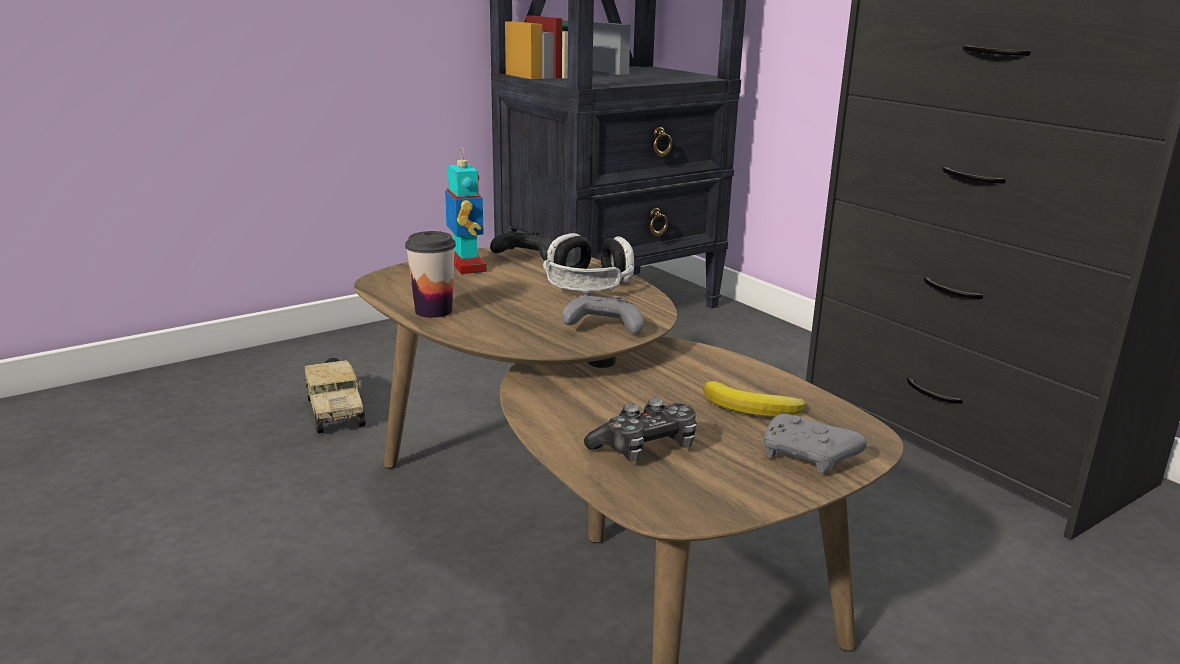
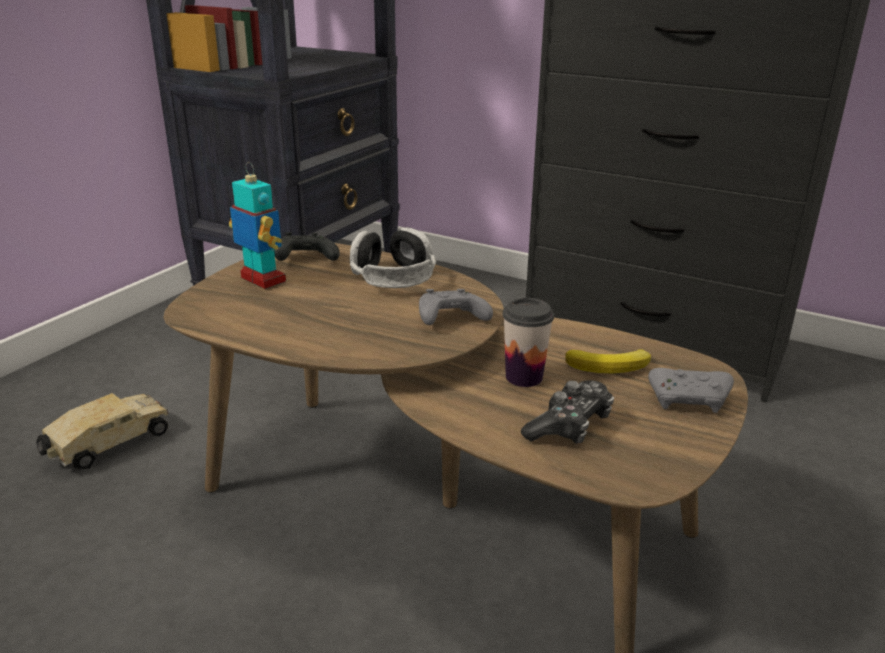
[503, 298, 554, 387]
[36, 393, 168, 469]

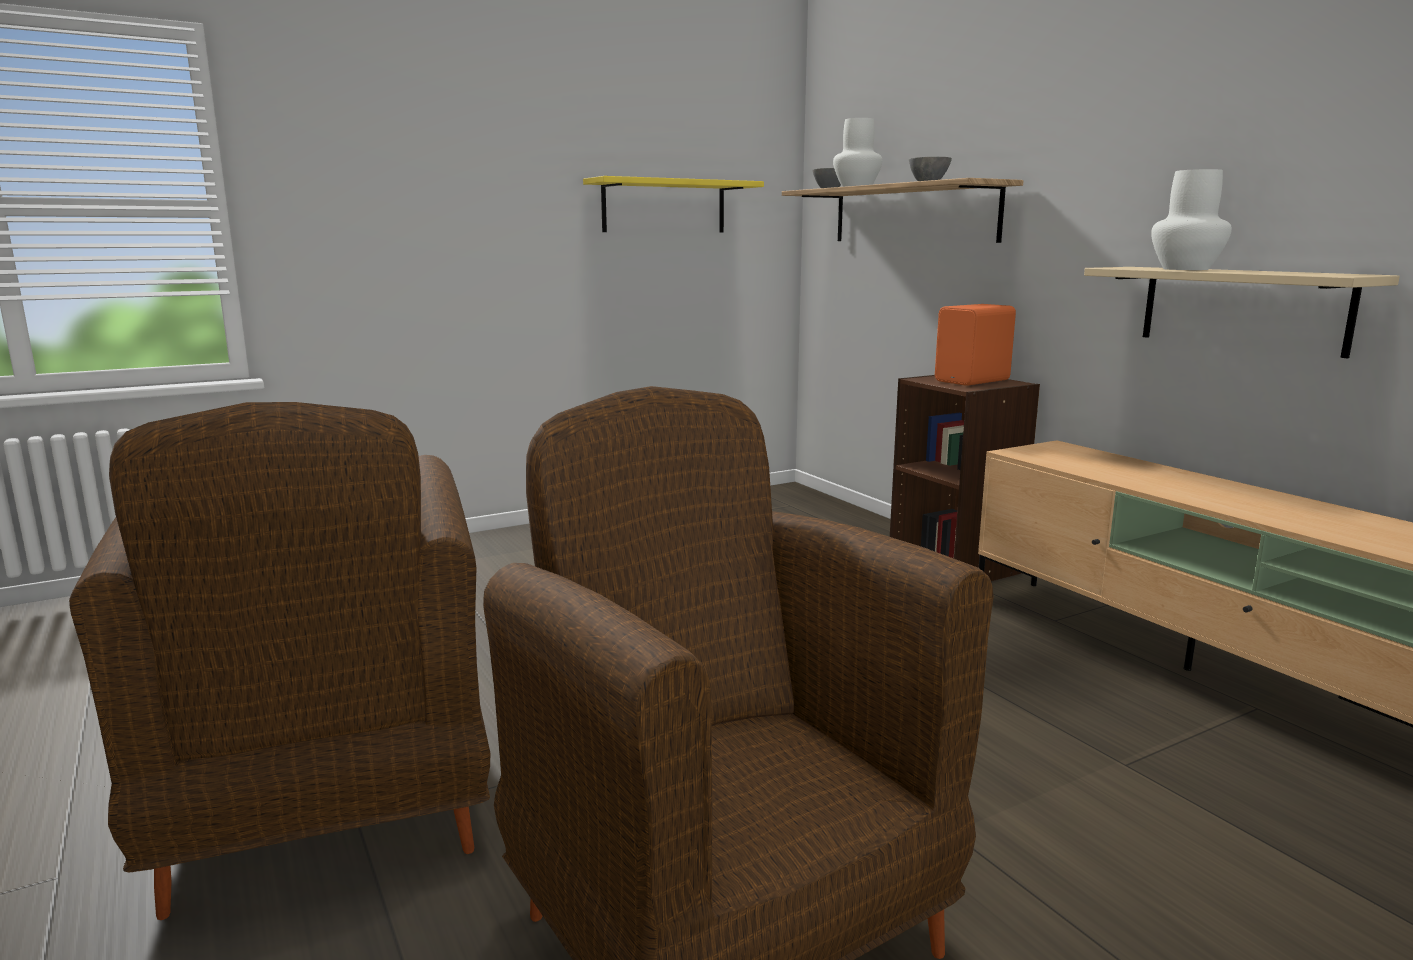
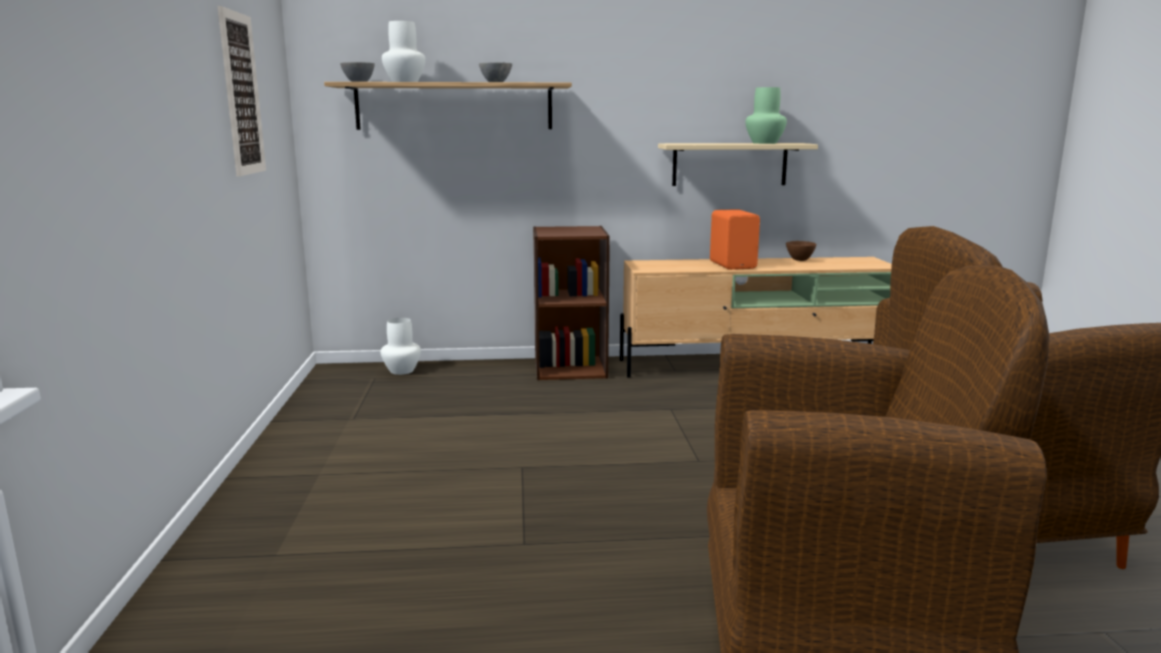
[380, 318, 421, 375]
[217, 6, 266, 177]
[710, 209, 760, 270]
[745, 87, 787, 144]
[786, 241, 816, 261]

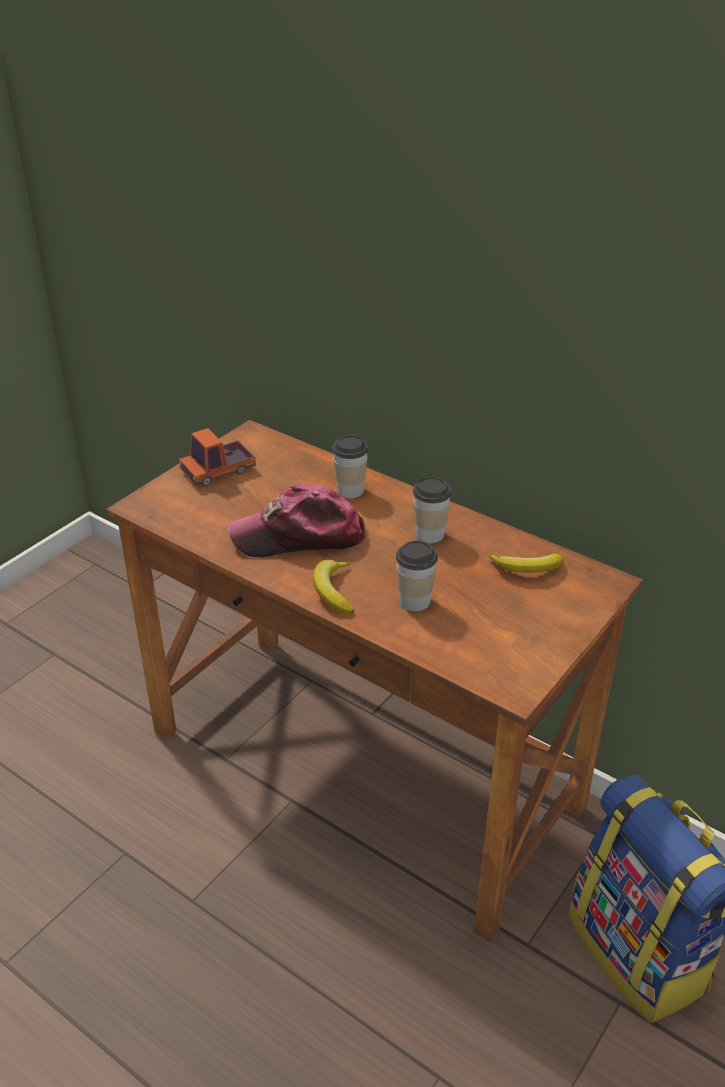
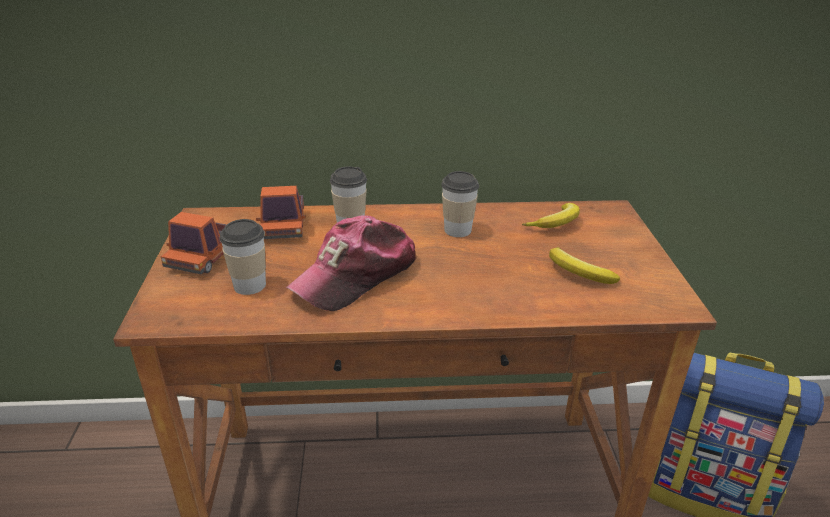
[219, 219, 266, 295]
[549, 247, 620, 284]
[256, 186, 306, 239]

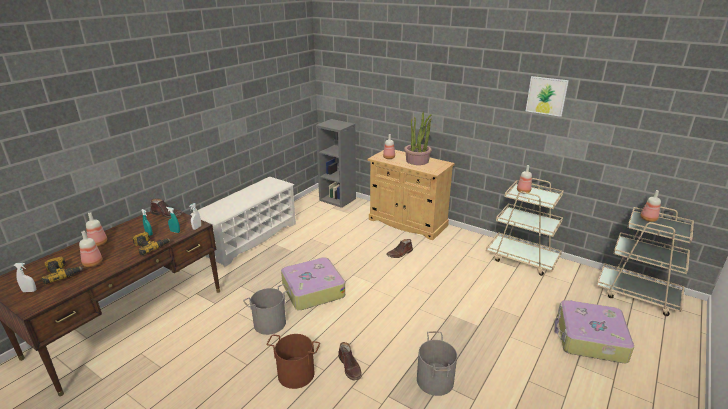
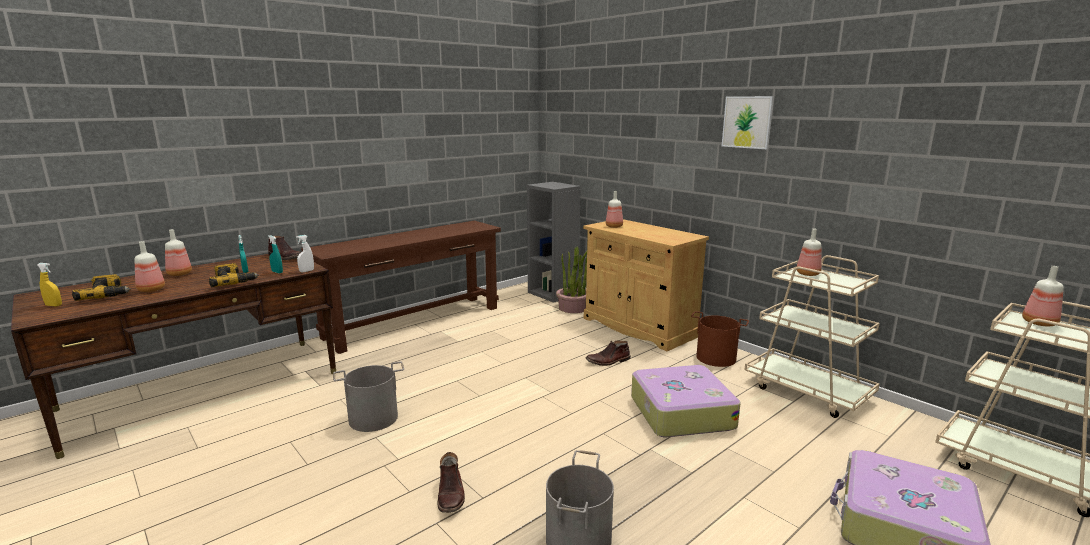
[722, 96, 774, 149]
[556, 246, 587, 313]
[301, 221, 501, 354]
[631, 365, 741, 437]
[37, 263, 62, 307]
[691, 311, 749, 367]

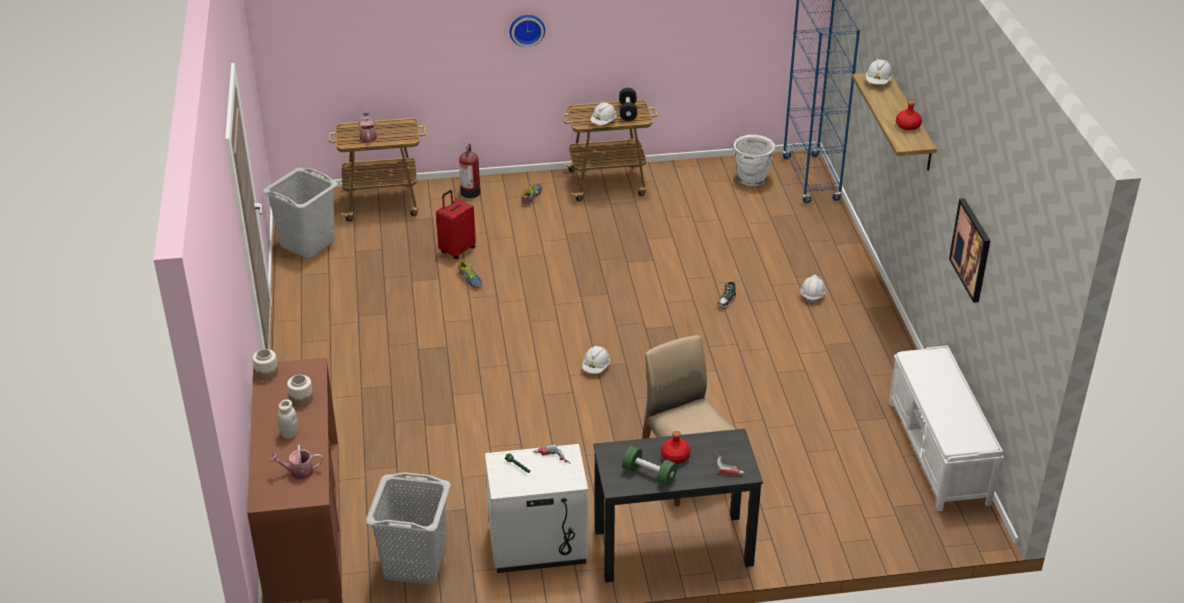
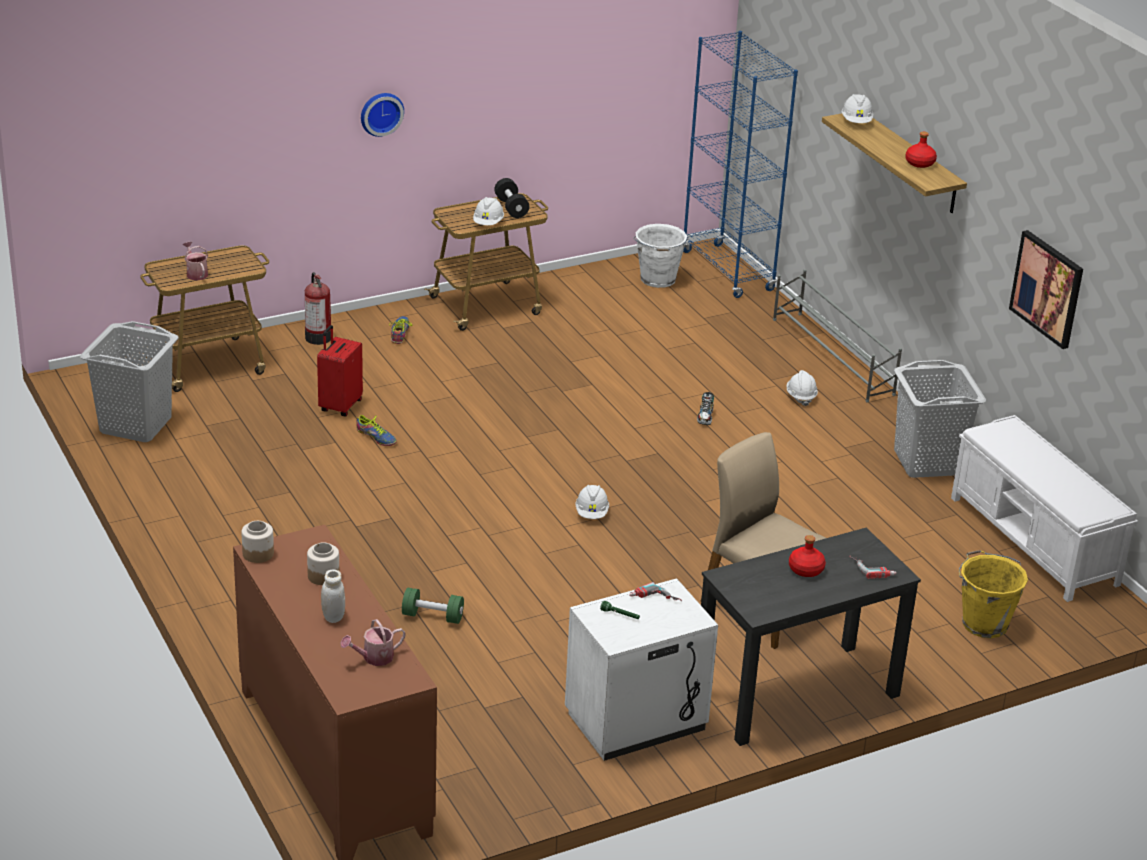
[402, 588, 464, 624]
[894, 360, 986, 478]
[773, 269, 902, 402]
[959, 550, 1028, 638]

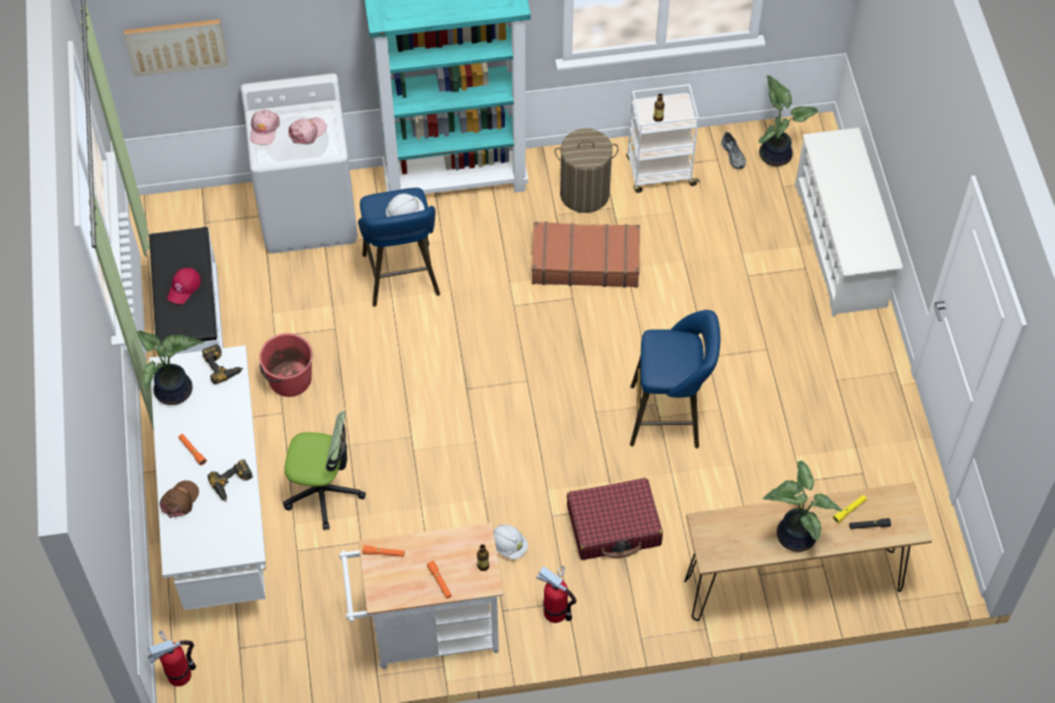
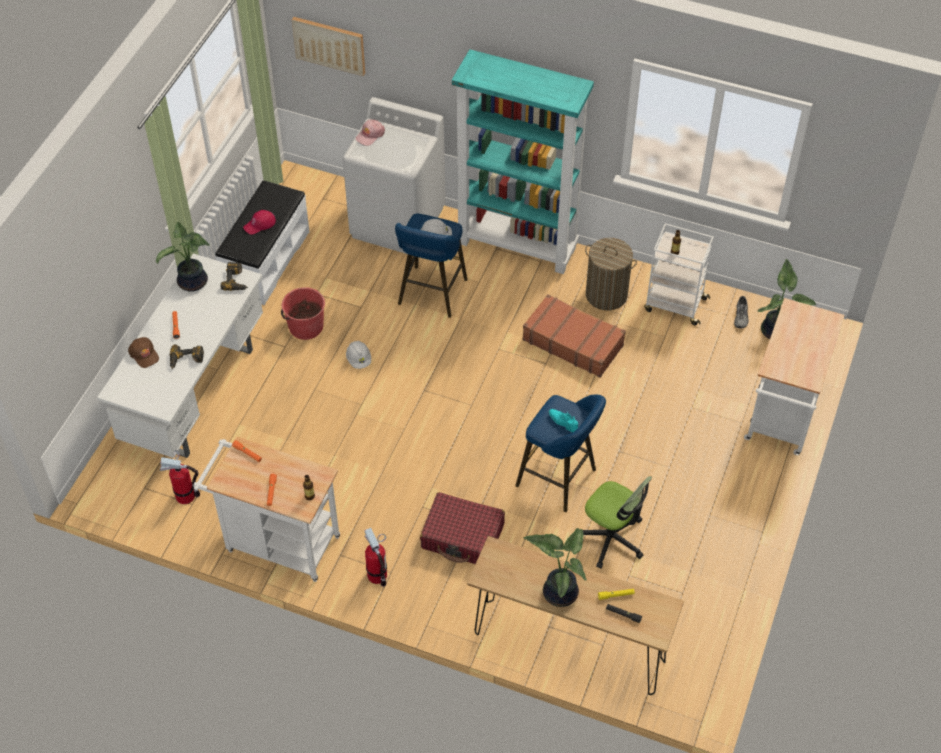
[288, 118, 327, 144] (first image)
[744, 298, 845, 455]
[583, 476, 652, 569]
[128, 337, 159, 368]
[346, 341, 371, 369]
[160, 451, 200, 504]
[548, 409, 578, 432]

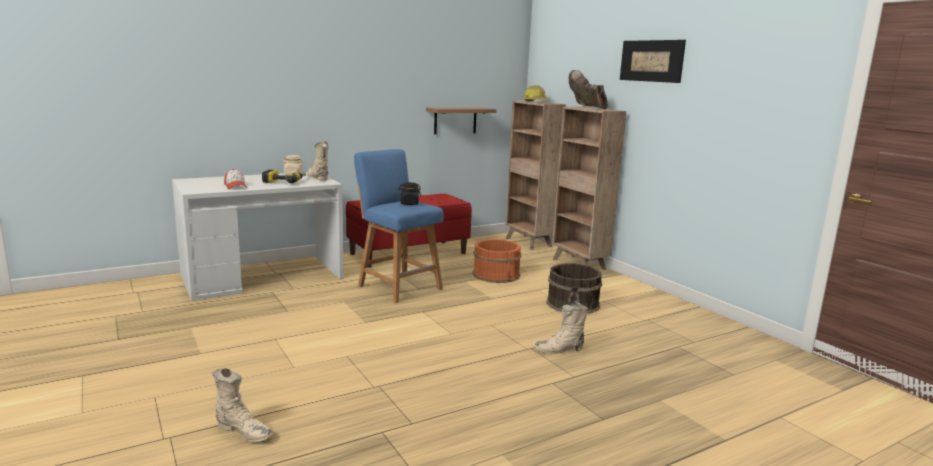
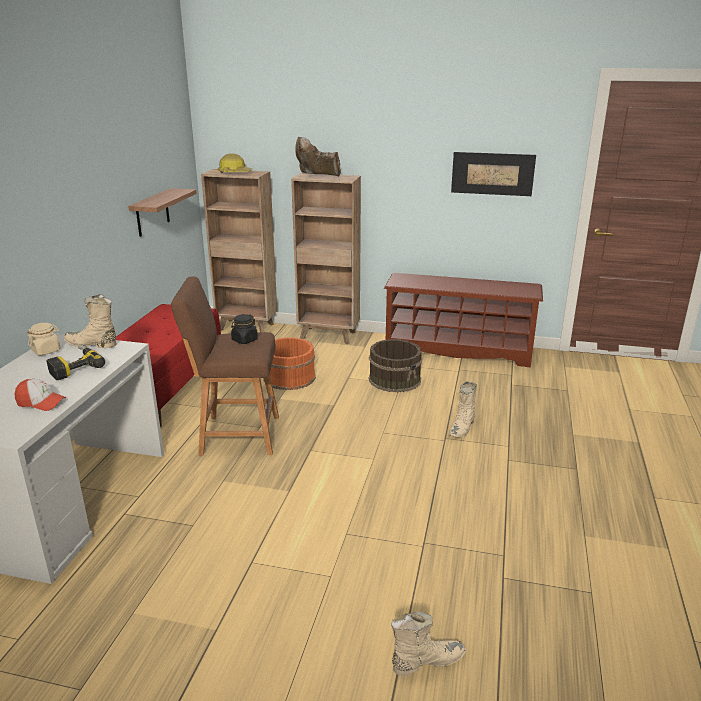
[451, 152, 536, 196]
[171, 277, 279, 456]
[384, 273, 543, 367]

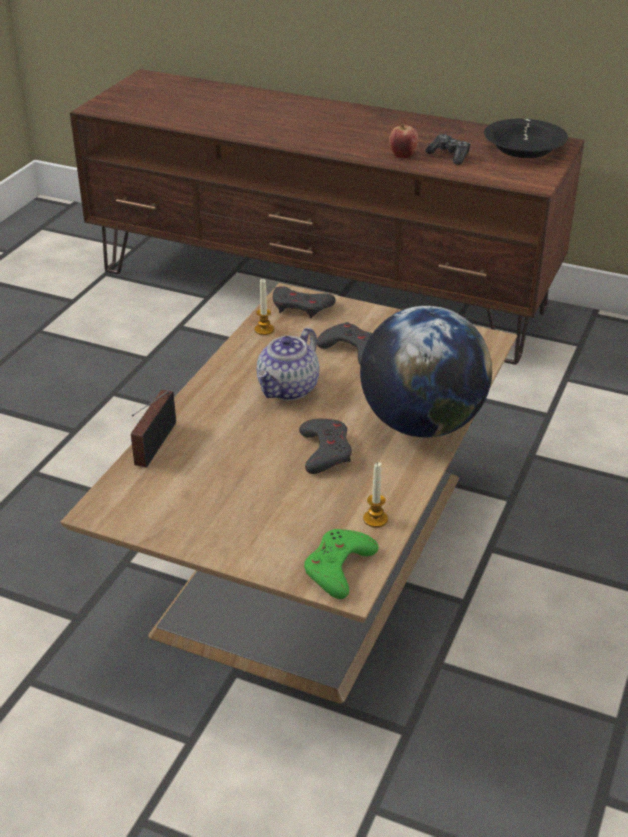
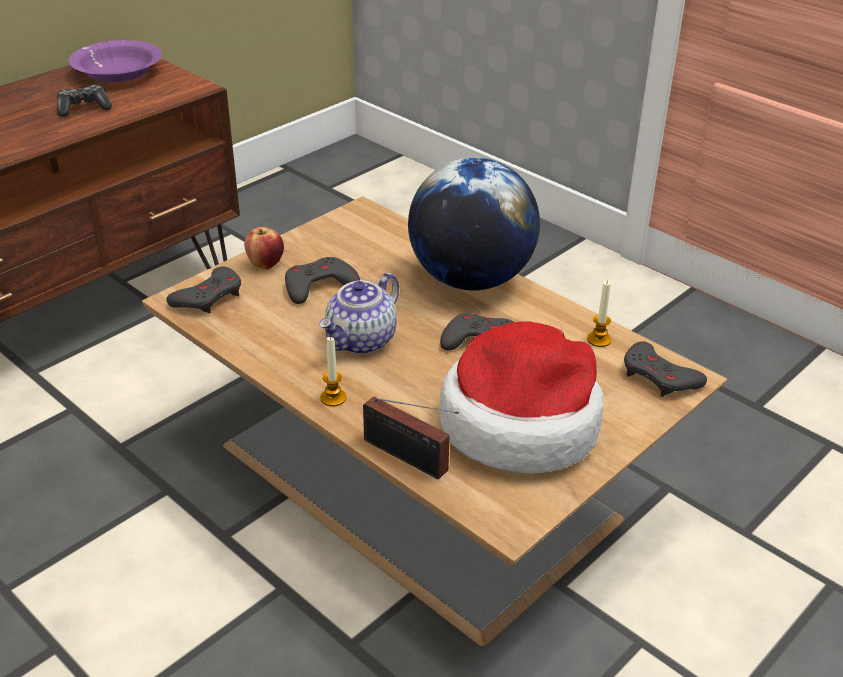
[69, 40, 162, 82]
[244, 227, 284, 269]
[320, 336, 346, 407]
[319, 273, 399, 354]
[624, 341, 707, 397]
[439, 321, 604, 474]

